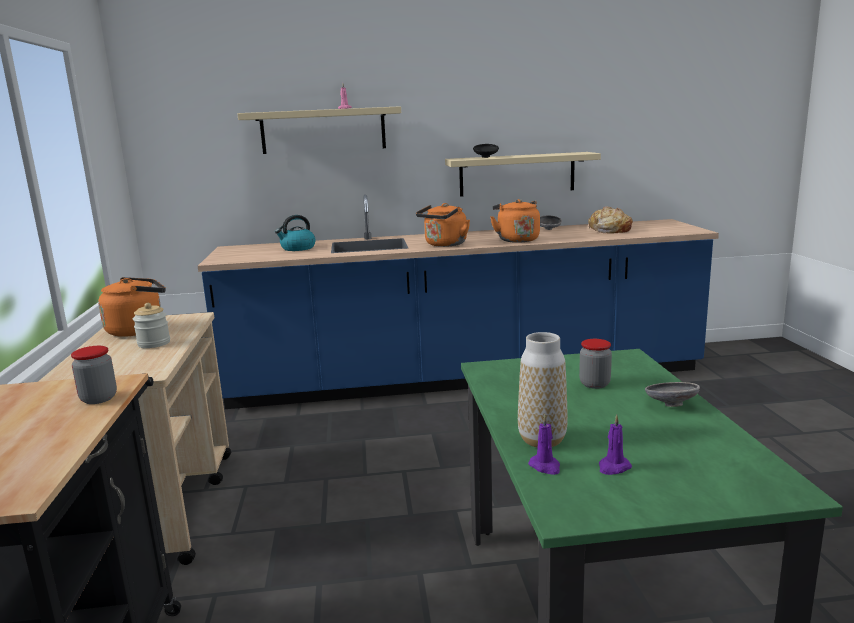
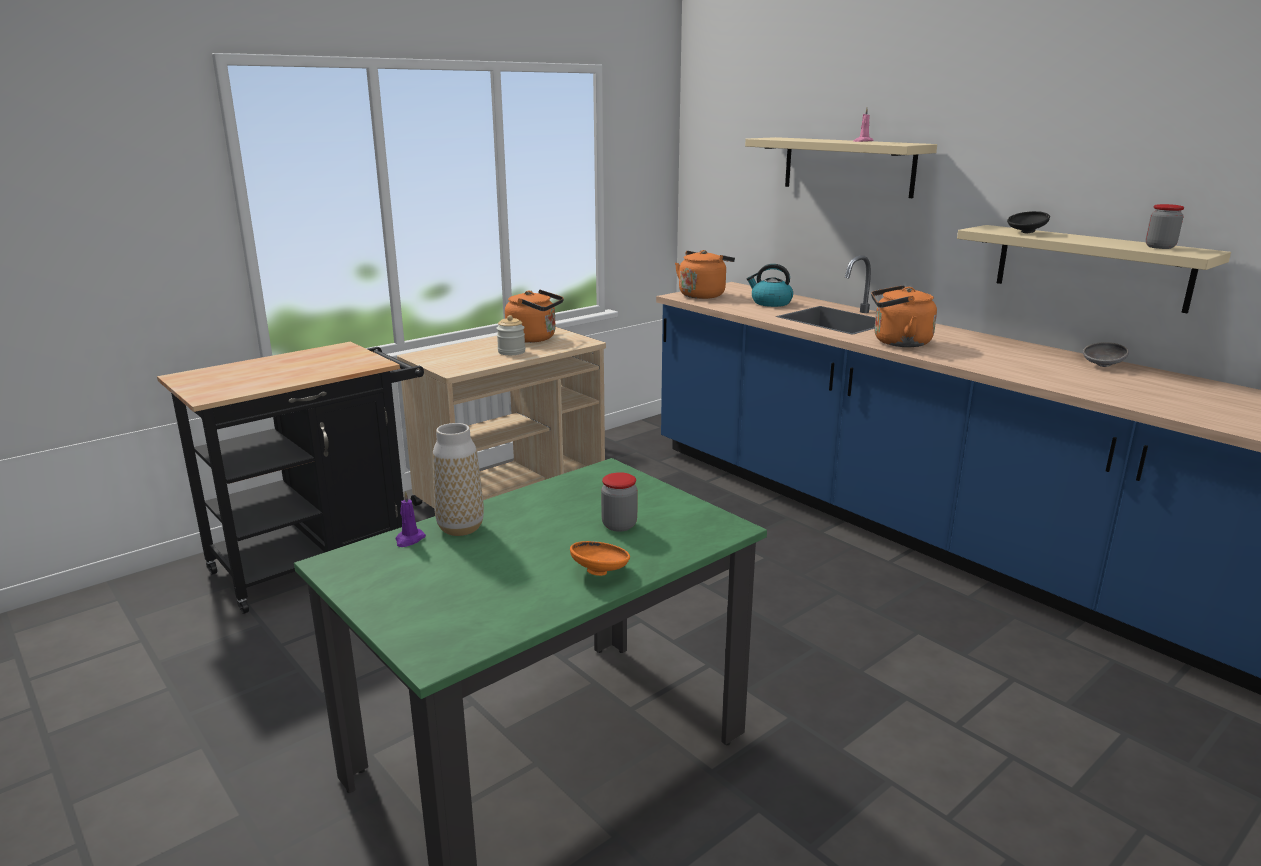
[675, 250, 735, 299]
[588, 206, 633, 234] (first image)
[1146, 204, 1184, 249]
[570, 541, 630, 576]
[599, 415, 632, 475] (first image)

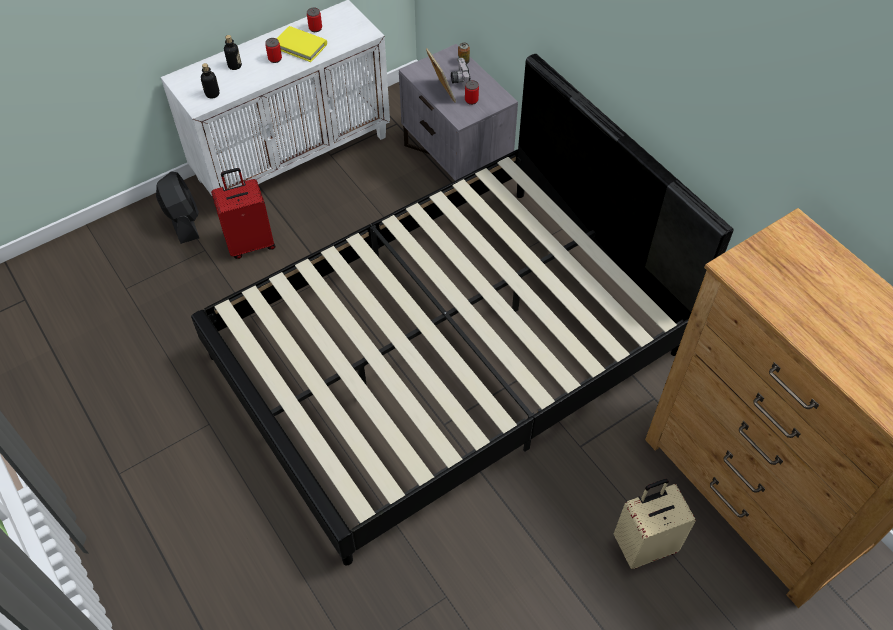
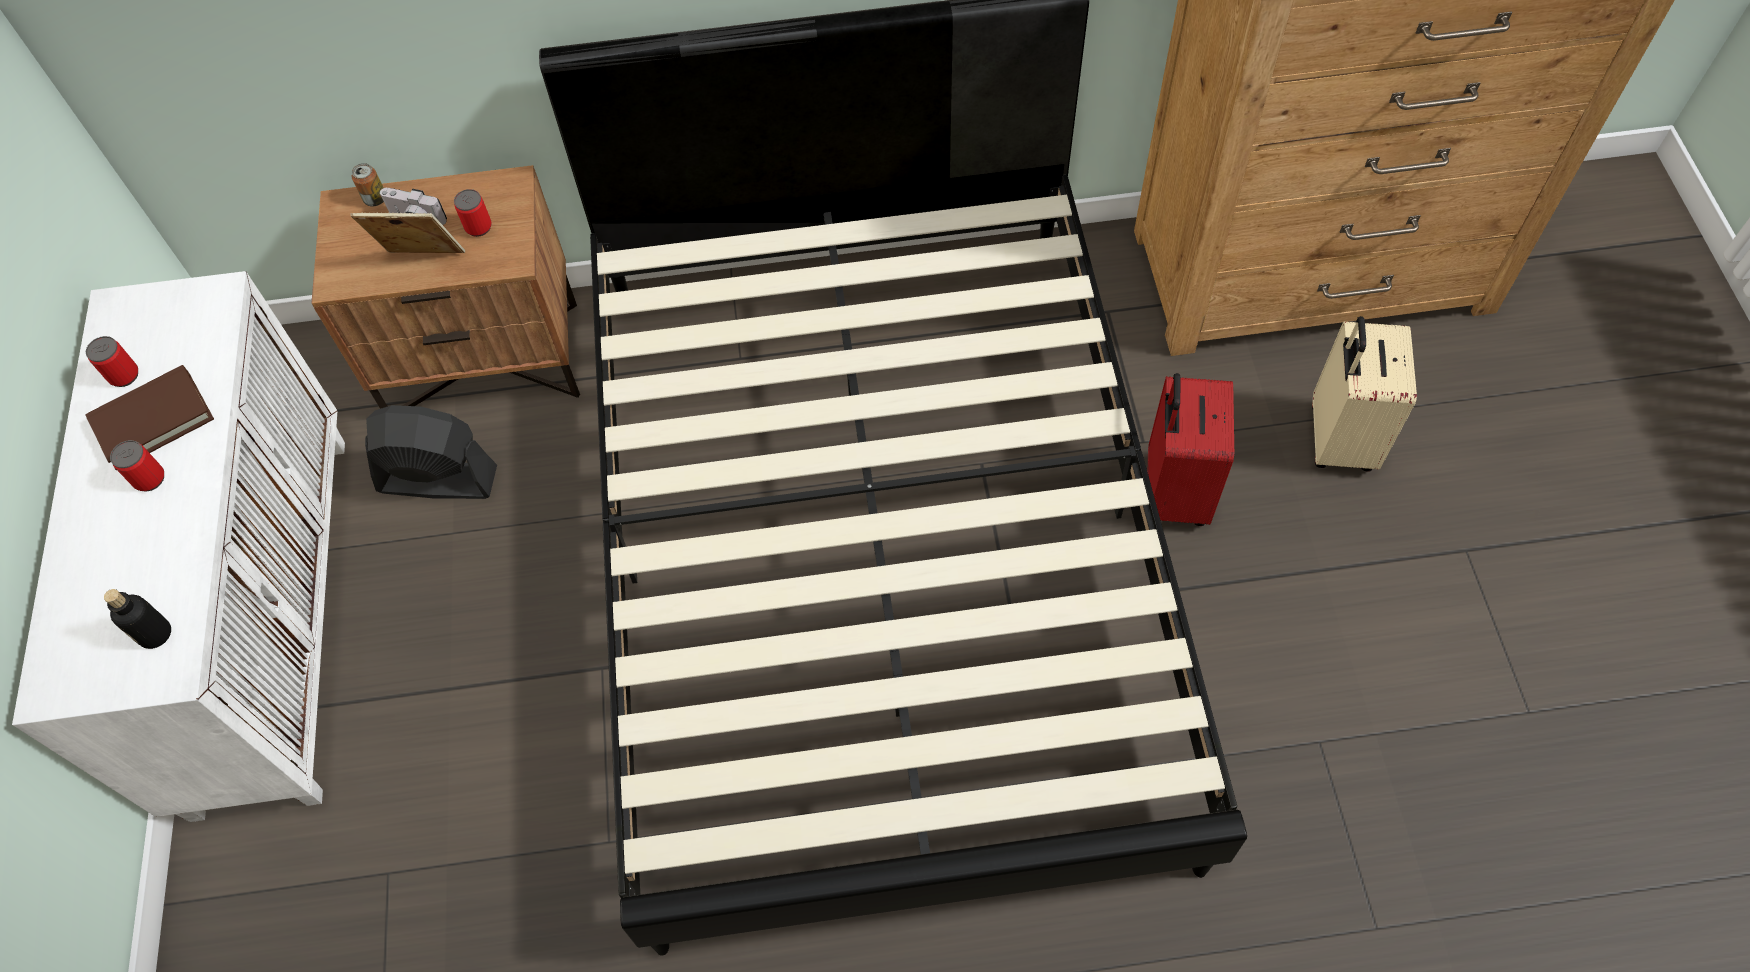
[85, 365, 214, 470]
[224, 35, 242, 70] (first image)
[311, 165, 580, 409]
[1148, 373, 1234, 526]
[365, 405, 497, 499]

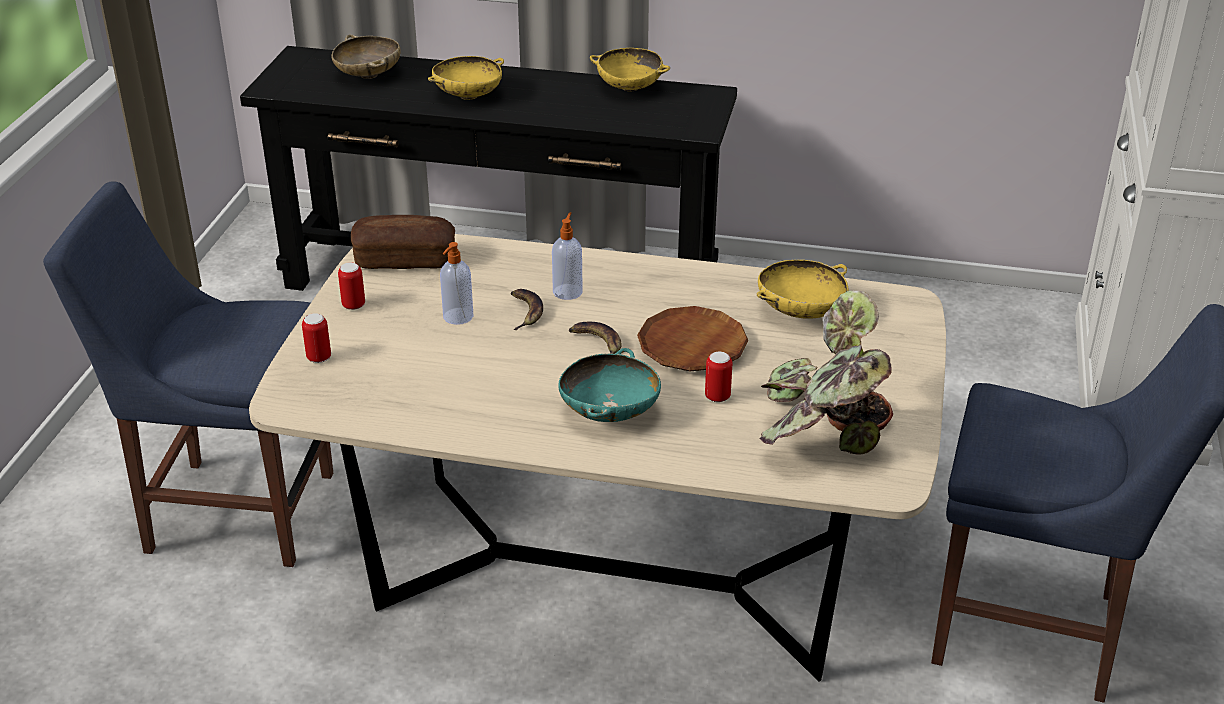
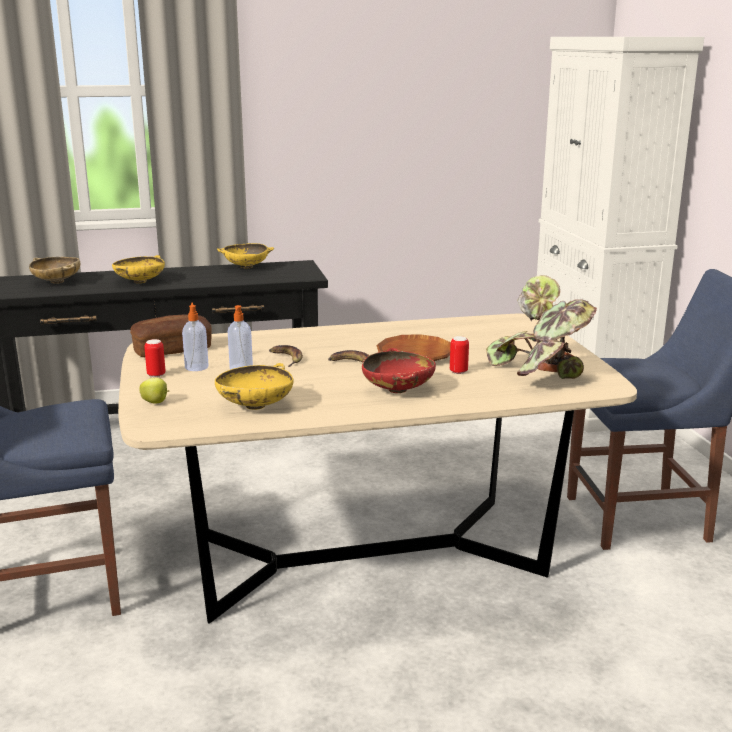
[182, 302, 209, 371]
[215, 363, 293, 410]
[139, 378, 169, 403]
[362, 348, 436, 393]

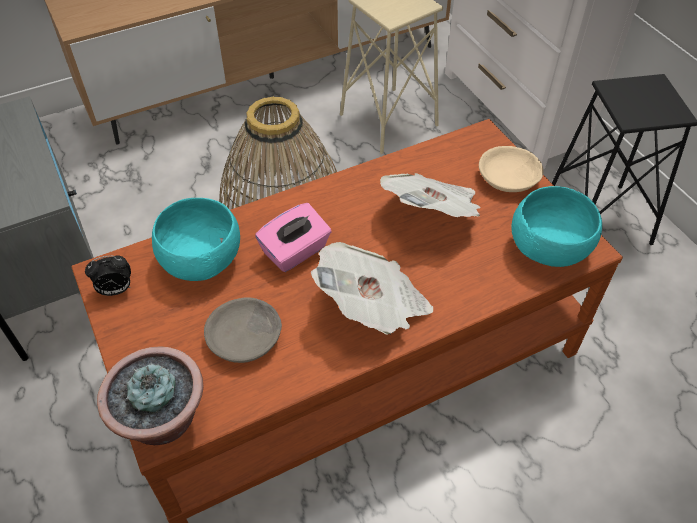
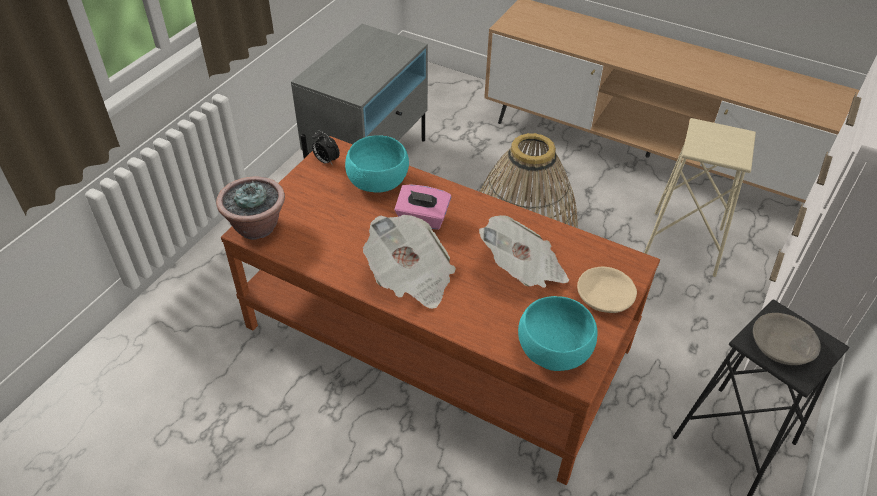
[753, 313, 821, 365]

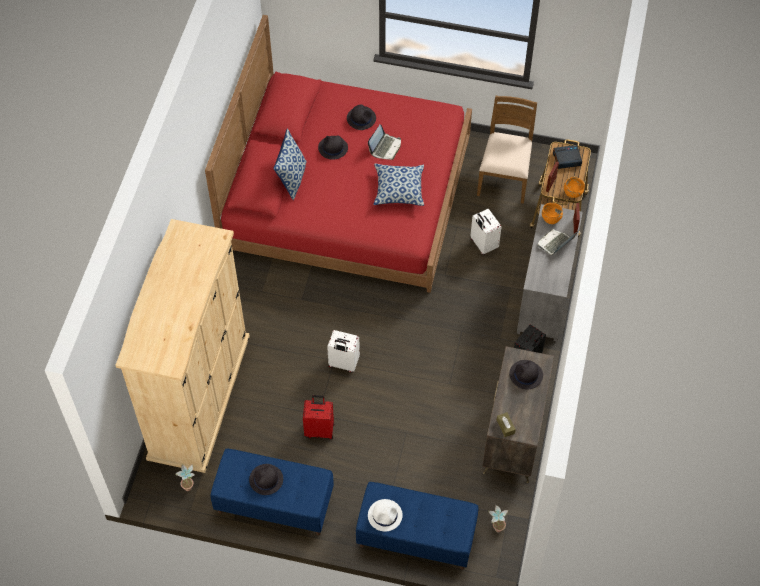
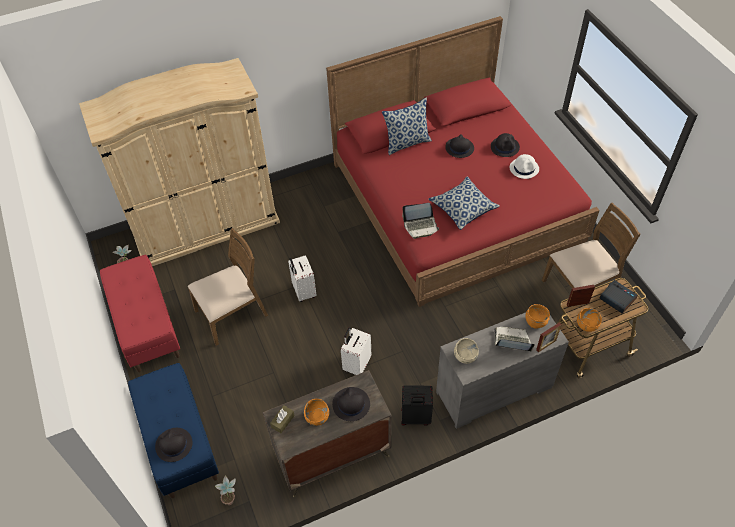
[402, 203, 439, 239]
[341, 327, 371, 375]
[188, 228, 268, 346]
[100, 255, 180, 372]
[155, 428, 193, 462]
[510, 154, 539, 179]
[454, 338, 479, 364]
[304, 399, 329, 426]

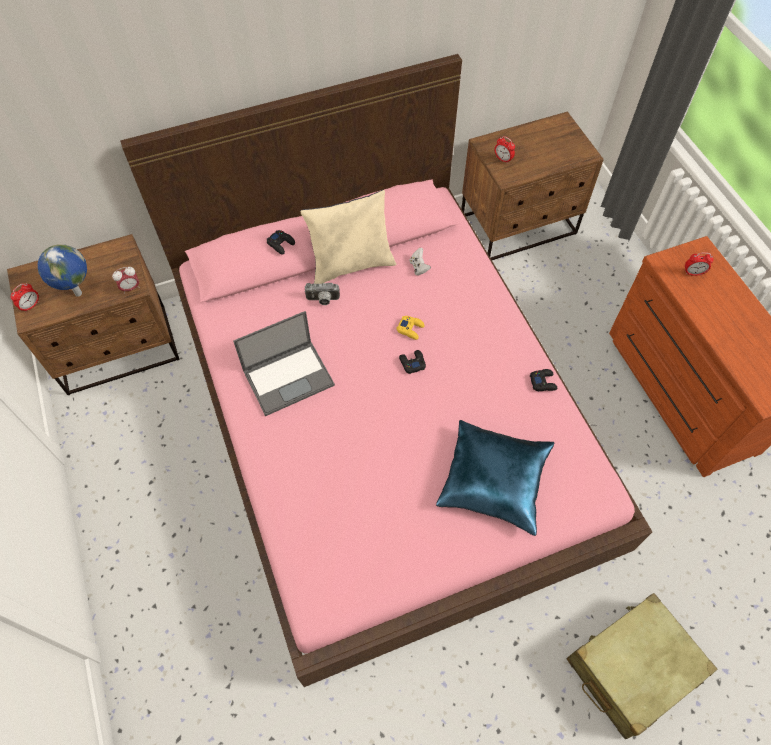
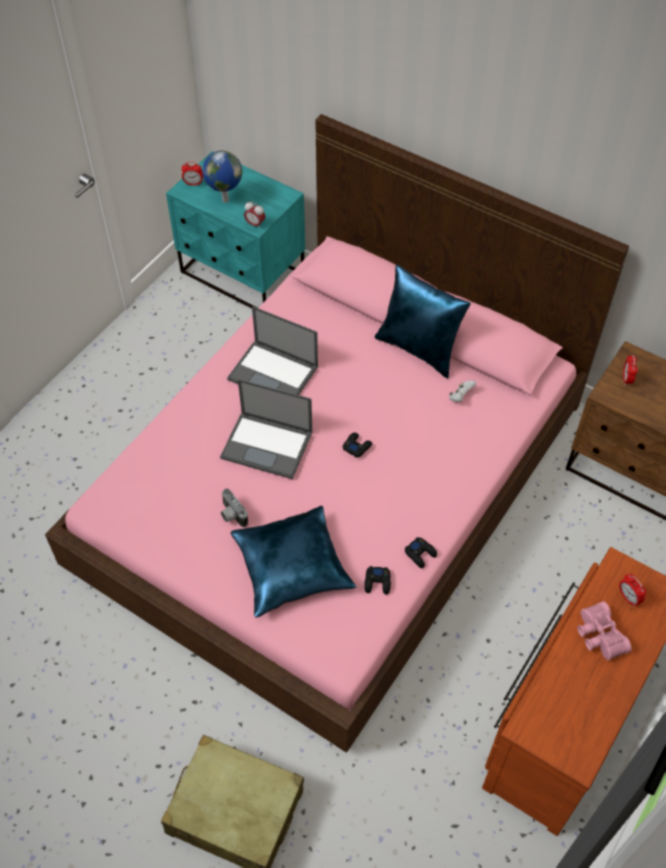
[375, 265, 471, 379]
[364, 566, 391, 595]
[166, 151, 305, 308]
[221, 488, 248, 527]
[396, 316, 424, 340] (first image)
[220, 379, 312, 479]
[577, 601, 632, 661]

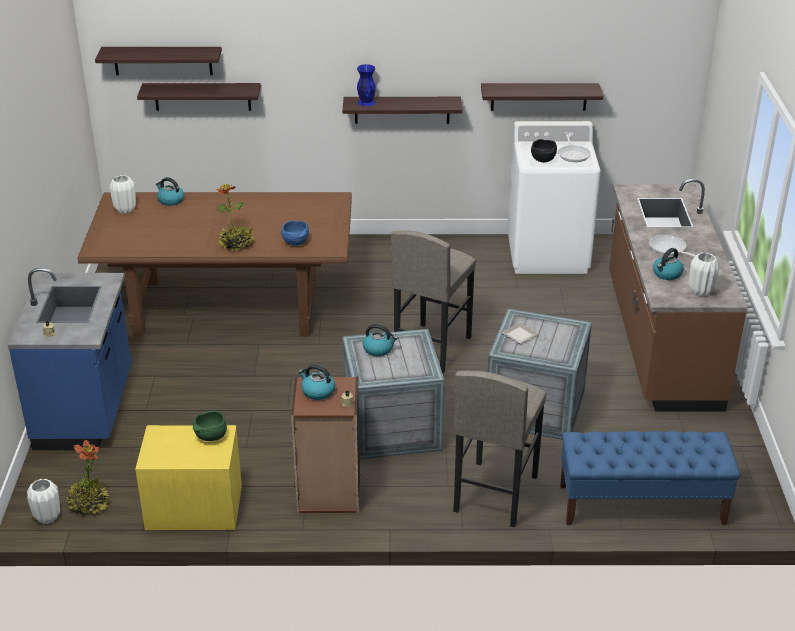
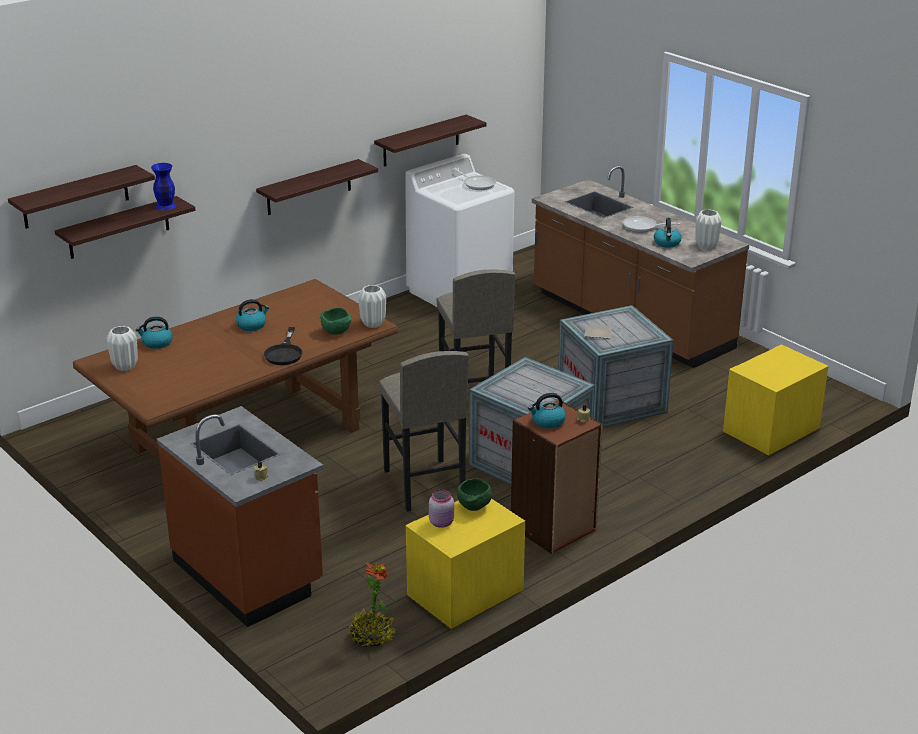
[151, 163, 177, 210]
[531, 139, 557, 162] (first image)
[264, 327, 303, 365]
[320, 308, 352, 335]
[157, 406, 324, 627]
[236, 299, 269, 331]
[379, 351, 469, 512]
[723, 345, 828, 455]
[358, 285, 386, 328]
[429, 490, 454, 528]

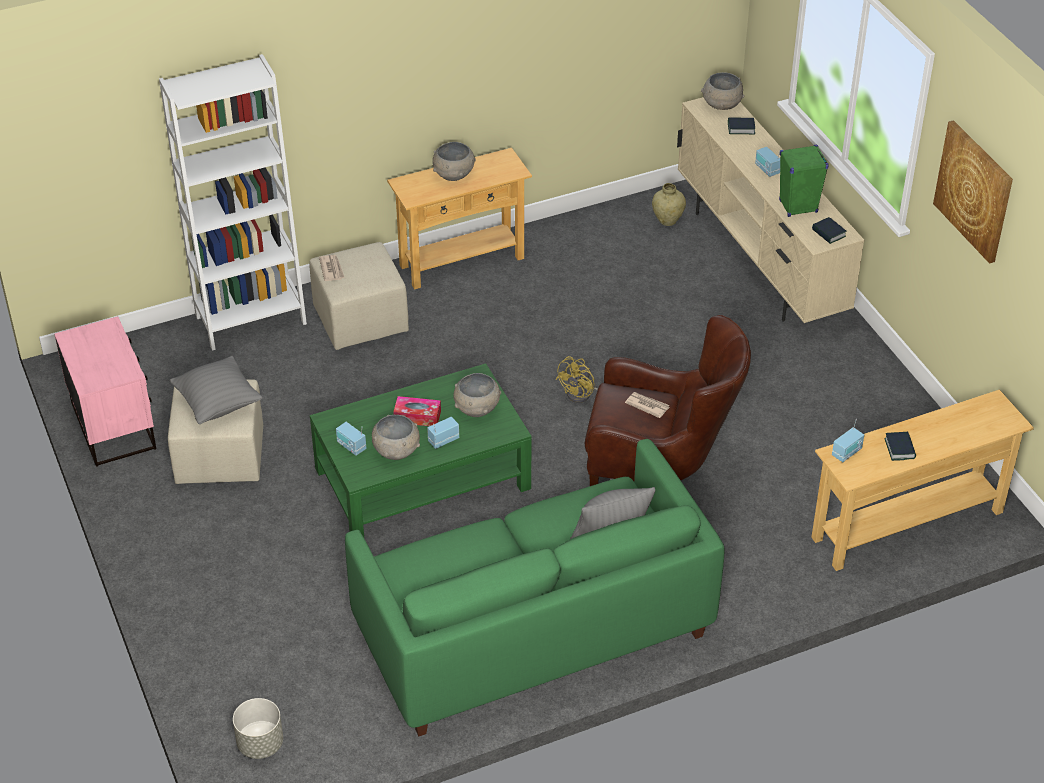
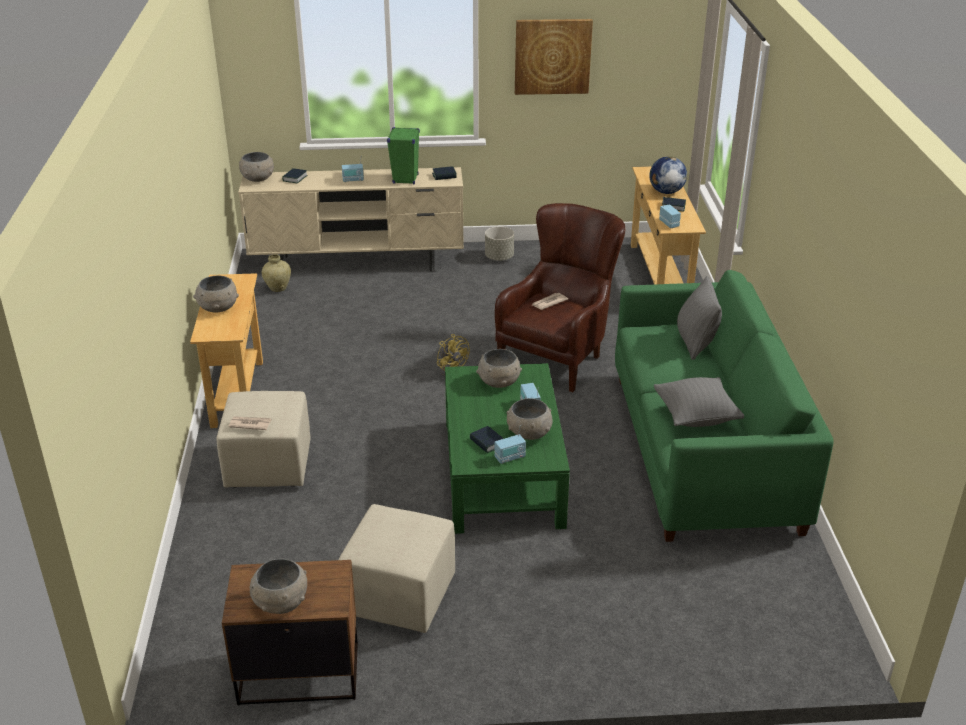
[159, 54, 307, 351] (first image)
[222, 560, 358, 706]
[654, 377, 744, 427]
[393, 396, 441, 426] (first image)
[485, 226, 514, 261]
[649, 156, 687, 194]
[470, 426, 504, 453]
[250, 559, 307, 614]

